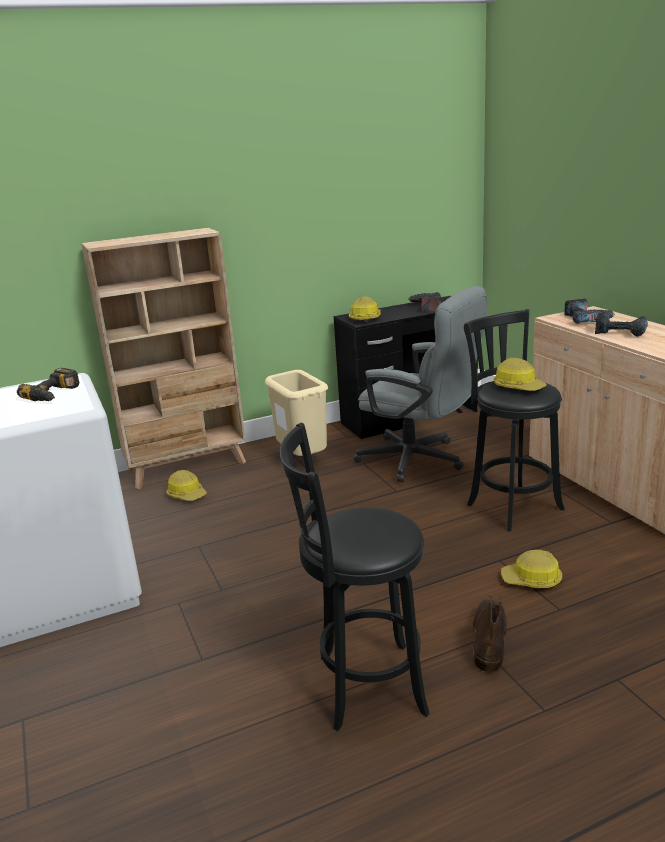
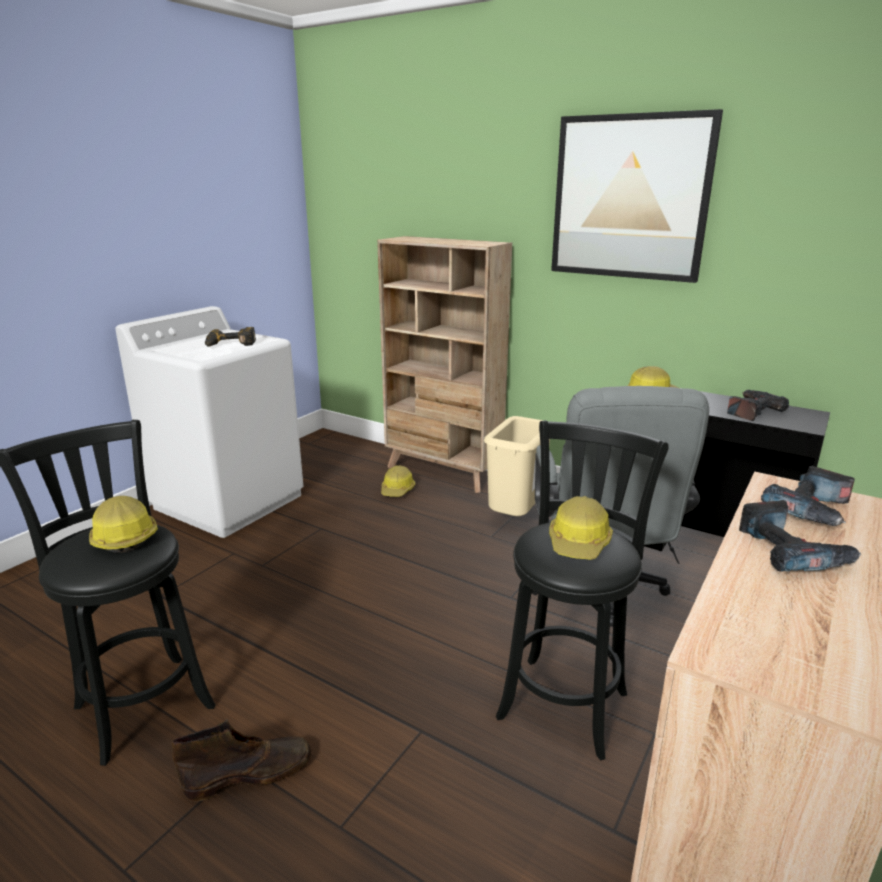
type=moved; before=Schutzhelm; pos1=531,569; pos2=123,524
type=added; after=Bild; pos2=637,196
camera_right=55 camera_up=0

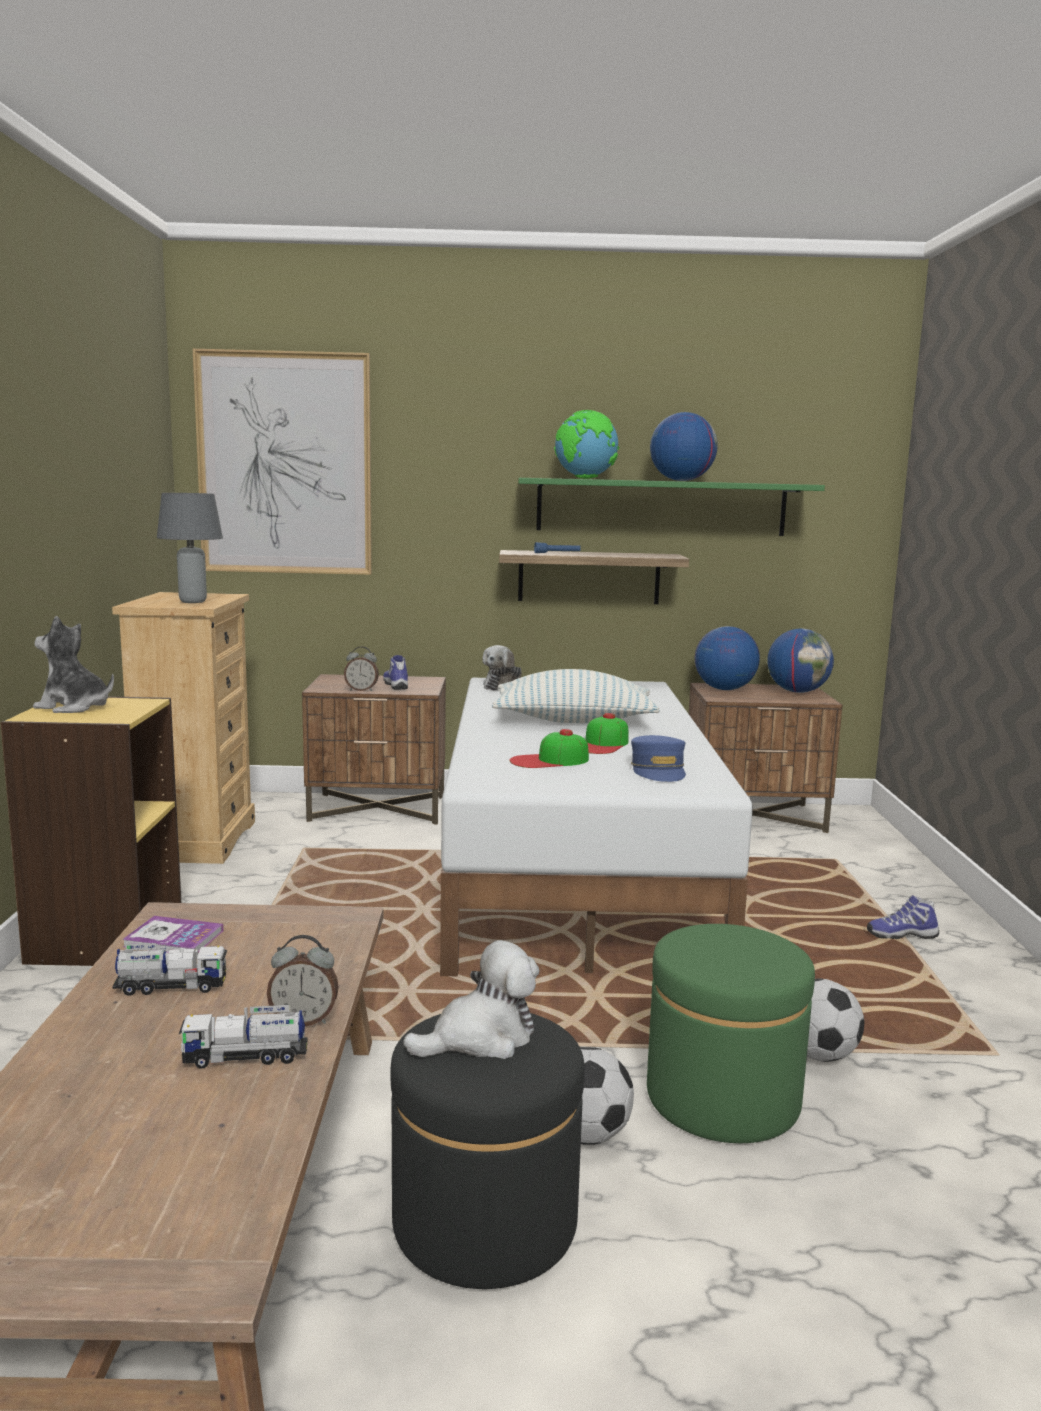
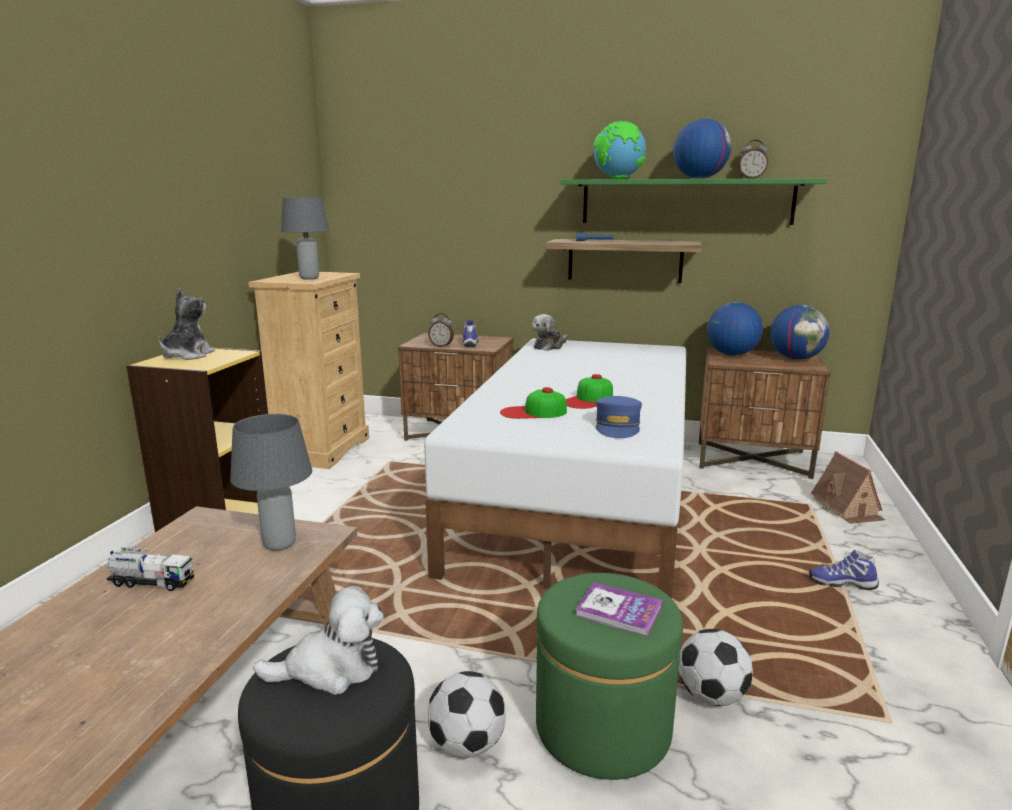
type=turned; before=Plüschtier; pos1=73,664; pos2=186,324; turn=75
type=moved; before=Buch; pos1=172,934; pos2=619,609
type=removed; before=Spielzeuglaster; pos1=243,1037
type=removed; before=Bild; pos1=282,462
type=moved; before=Wecker; pos1=303,980; pos2=753,159
type=removed; before=Kissen; pos1=576,696
type=added; after=Tischlampe/grau; pos2=271,482
type=added; after=Spielzeughaus; pos2=848,487
camera_right=15 camera_up=5

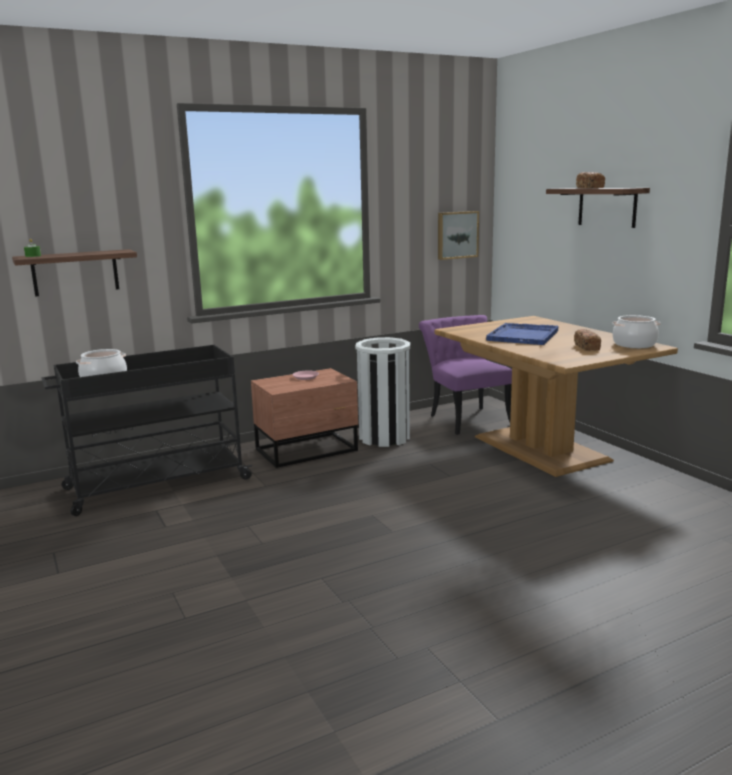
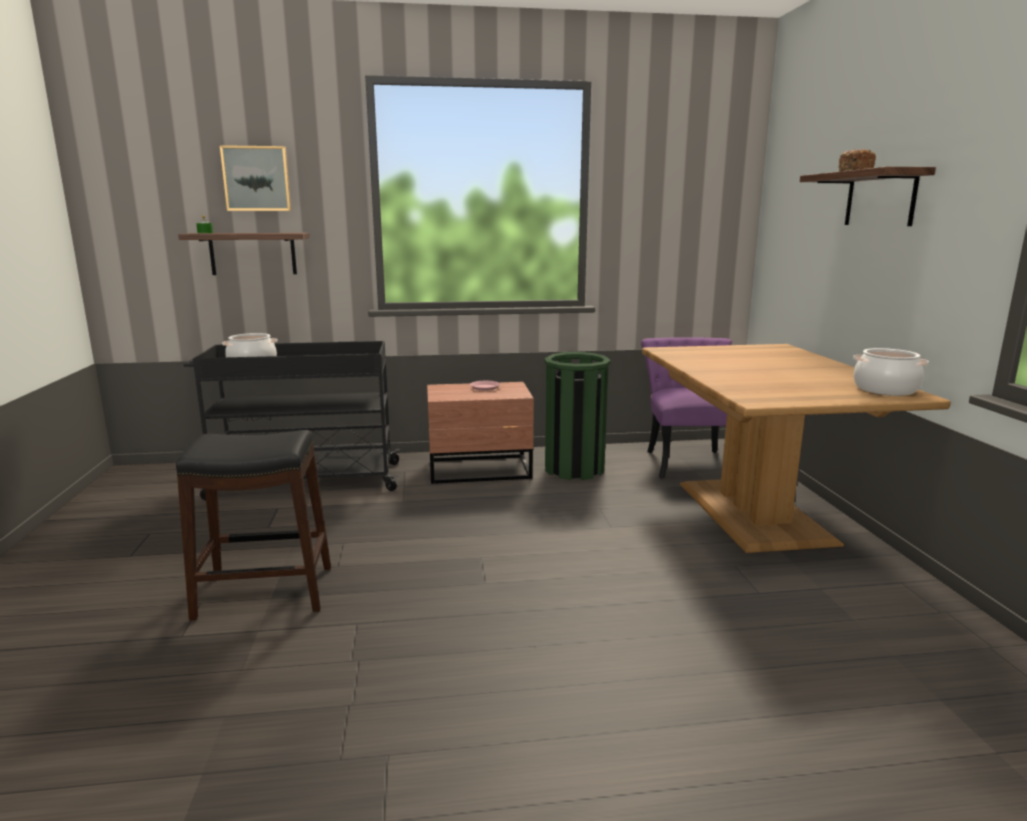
type=recoloured; before=Mülleimer/weiß; after=Mülleimer/grün; pos1=382,392; pos2=577,416
type=moved; before=Bild; pos1=458,235; pos2=256,178
type=removed; before=Tablett/blau; pos1=522,334
type=removed; before=Brot; pos1=587,340
type=added; after=Hocker/schwarz; pos2=253,525
camera_right=20 camera_up=0

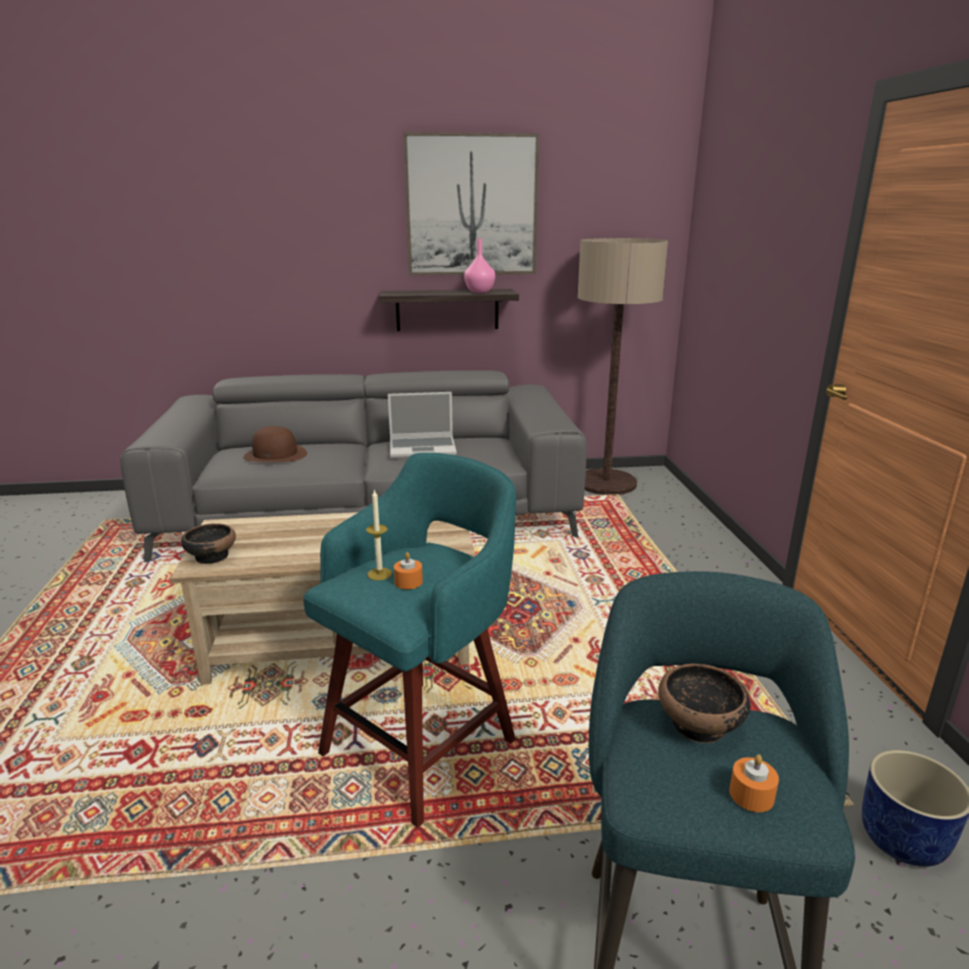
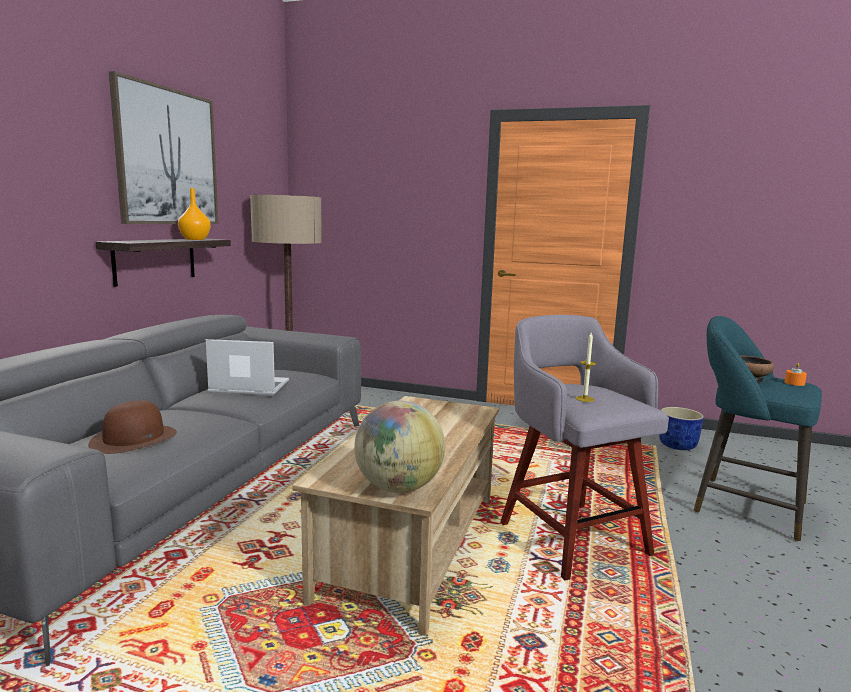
type=replaced; before=Schüssel; after=Globus; pos1=208,543; pos2=399,447
type=recoloured; before=Hocker/türkis; after=Hocker/grau; pos1=409,640; pos2=584,448
type=turned; before=Laptop; pos1=422,425; pos2=247,367; turn=-105
type=removed; before=Kerze/orange; pos1=408,571
type=recoloured; before=Vase/rosa; after=Vase/orange; pos1=479,265; pos2=194,214
camera_right=-65 camera_up=-10

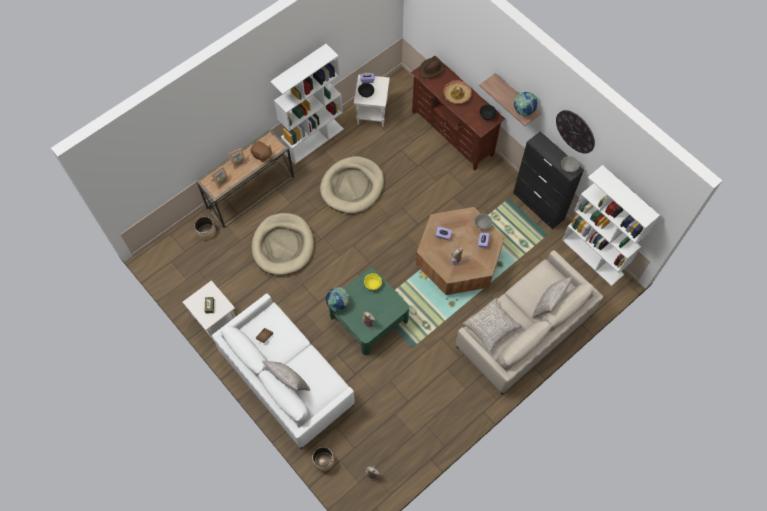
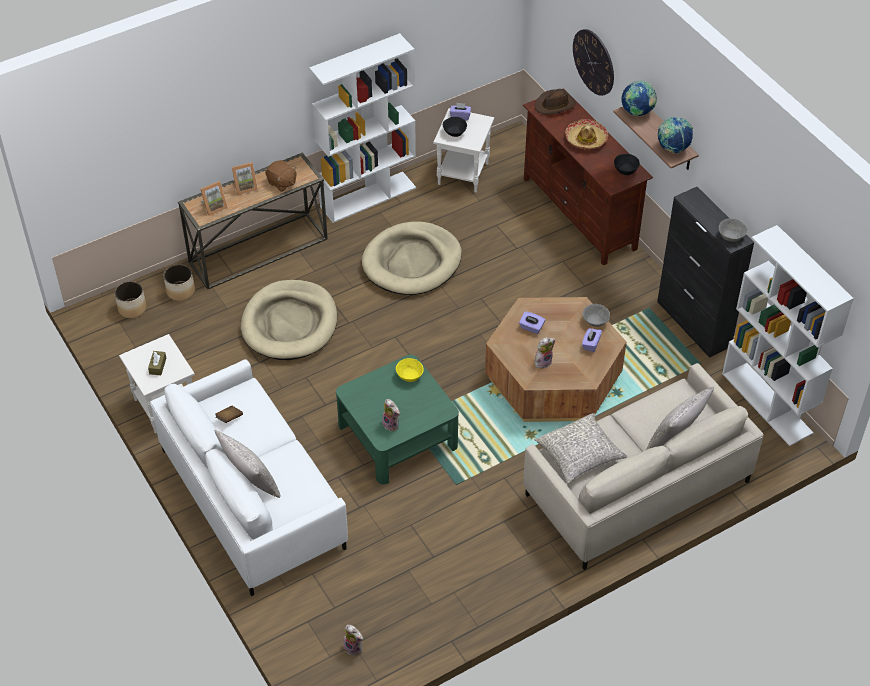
type=moved; before=Pflanzkübel; pos1=323,459; pos2=130,299
type=moved; before=Globus; pos1=337,299; pos2=639,98
type=moved; before=Wanduhr; pos1=575,131; pos2=593,62
camera_right=10 camera_up=-15

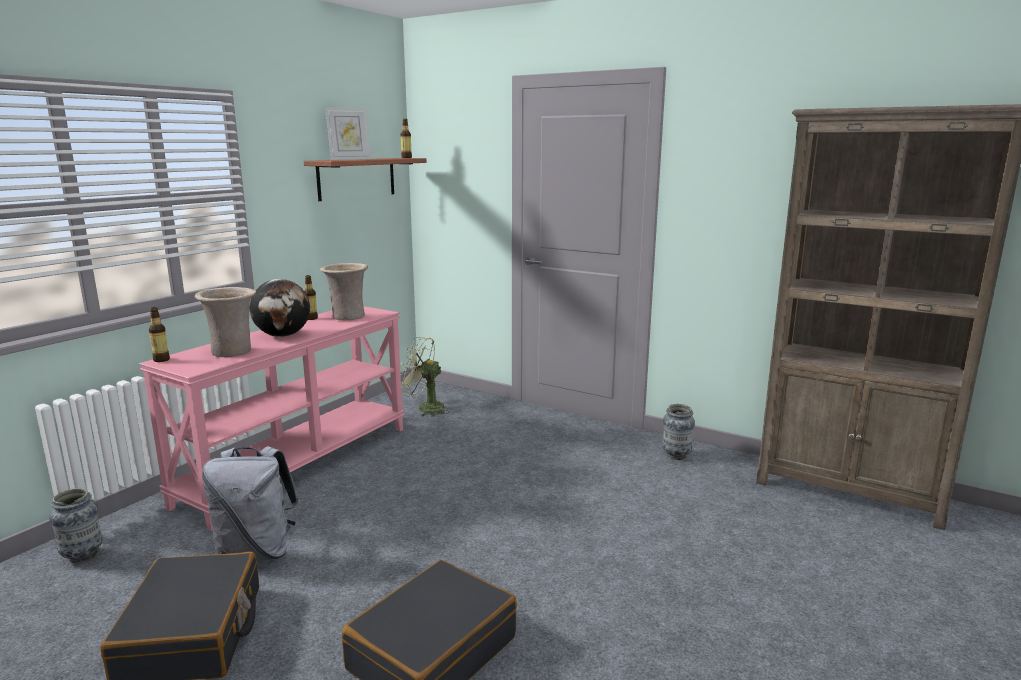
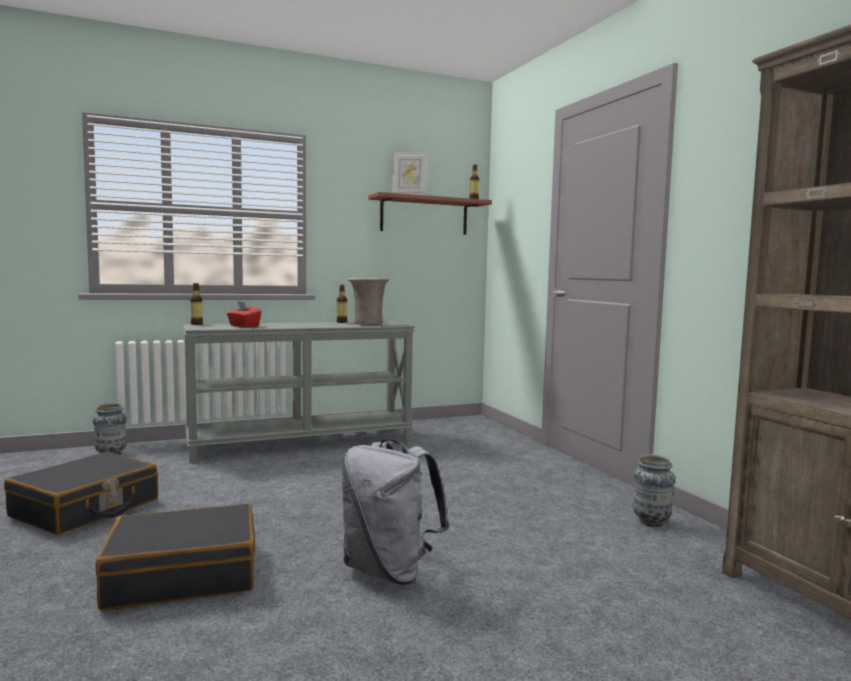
type=recoloured; before=Konsolentisch/rosa; after=Konsolentisch/grau; pos1=272,418; pos2=299,392
type=replaced; before=Vase/beige; after=Taschentuchbox/rot; pos1=225,322; pos2=244,314
type=moved; before=Rucksack/grau; pos1=250,503; pos2=395,512
type=removed; before=Globus; pos1=280,308
type=removed; before=Ventilator/grün; pos1=425,377
camera_right=35 camera_up=-10

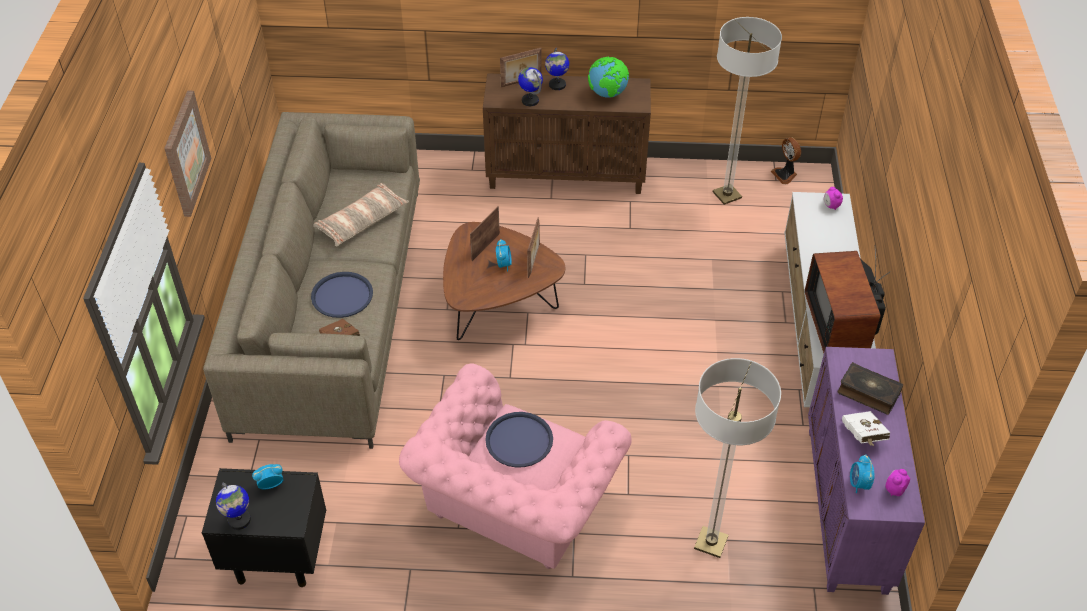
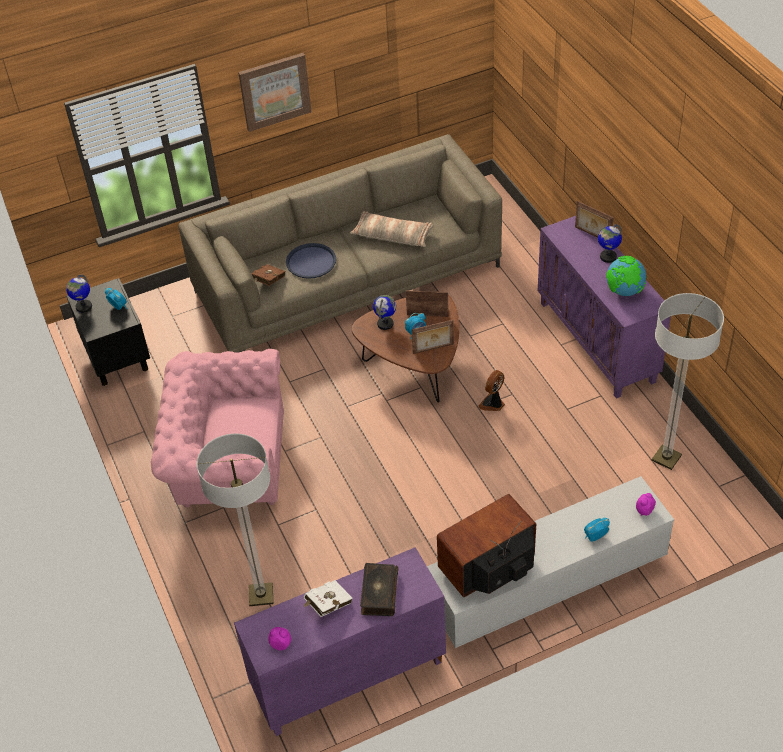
type=recoloured; before=Schrank/braun; after=Schrank/lila; pos1=567,133; pos2=604,307
type=removed; before=Tablett/blau; pos1=519,439
type=moved; before=Globus; pos1=530,86; pos2=384,312
type=moved; before=Ventilator; pos1=786,160; pos2=491,390
type=moved; before=Wecker; pos1=862,473; pos2=597,529
camera_right=65 camera_up=0

